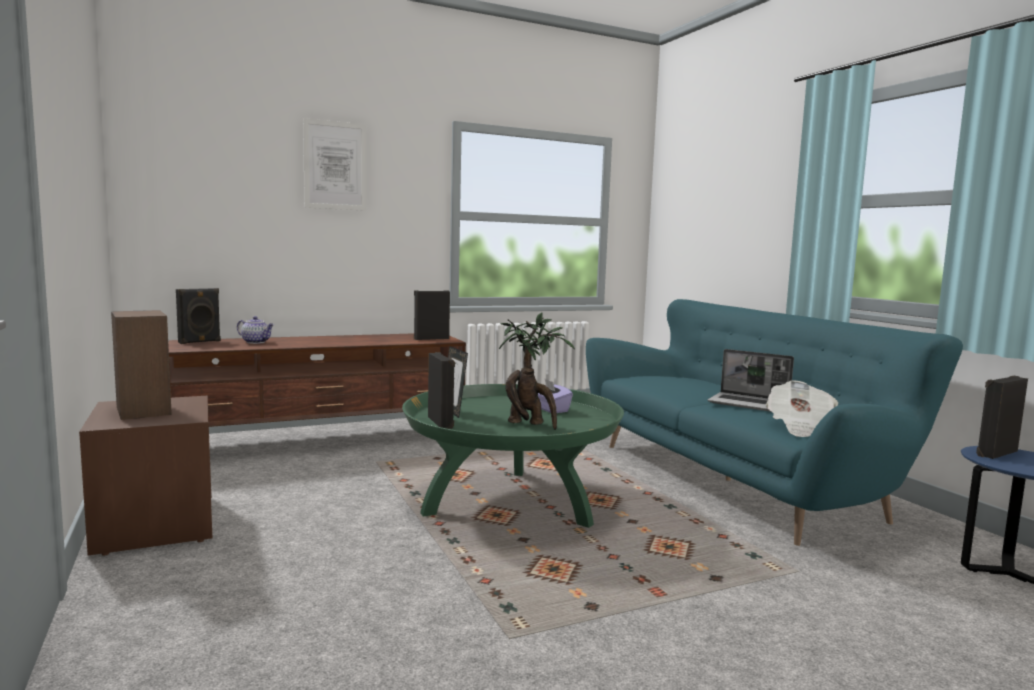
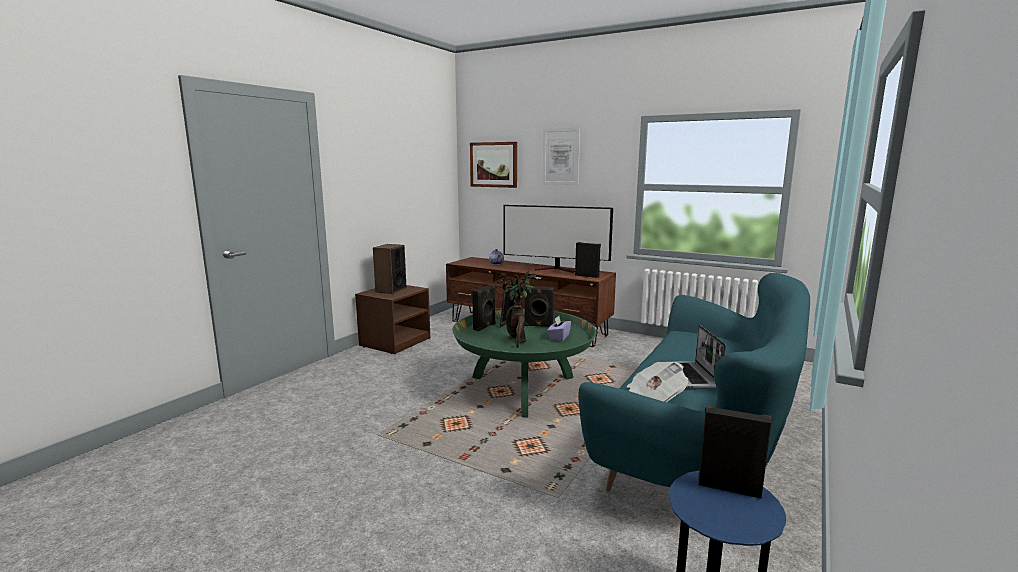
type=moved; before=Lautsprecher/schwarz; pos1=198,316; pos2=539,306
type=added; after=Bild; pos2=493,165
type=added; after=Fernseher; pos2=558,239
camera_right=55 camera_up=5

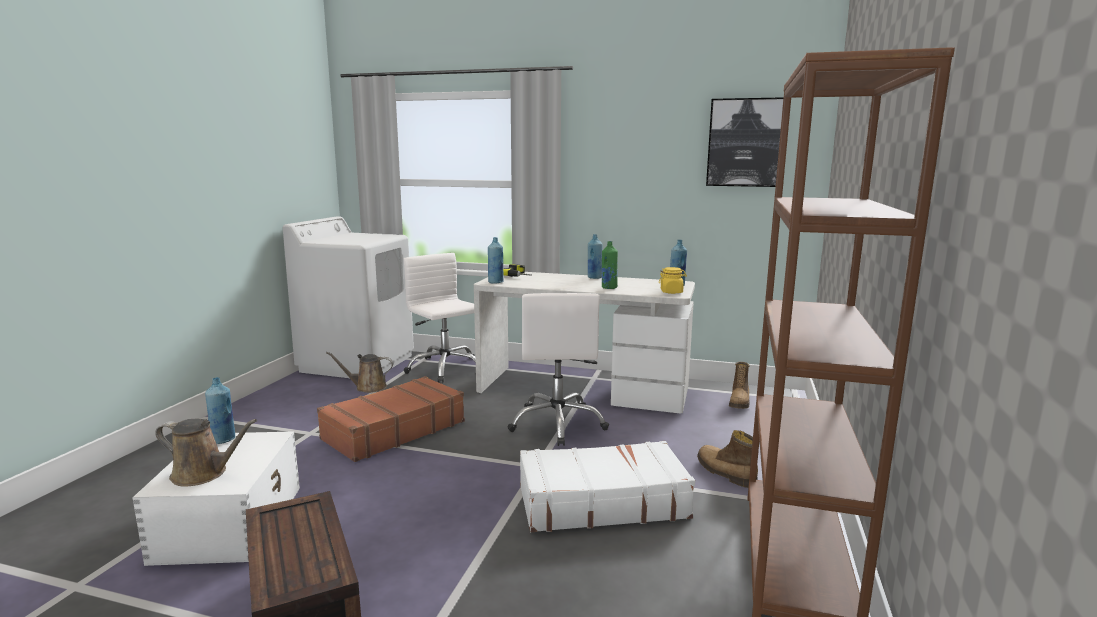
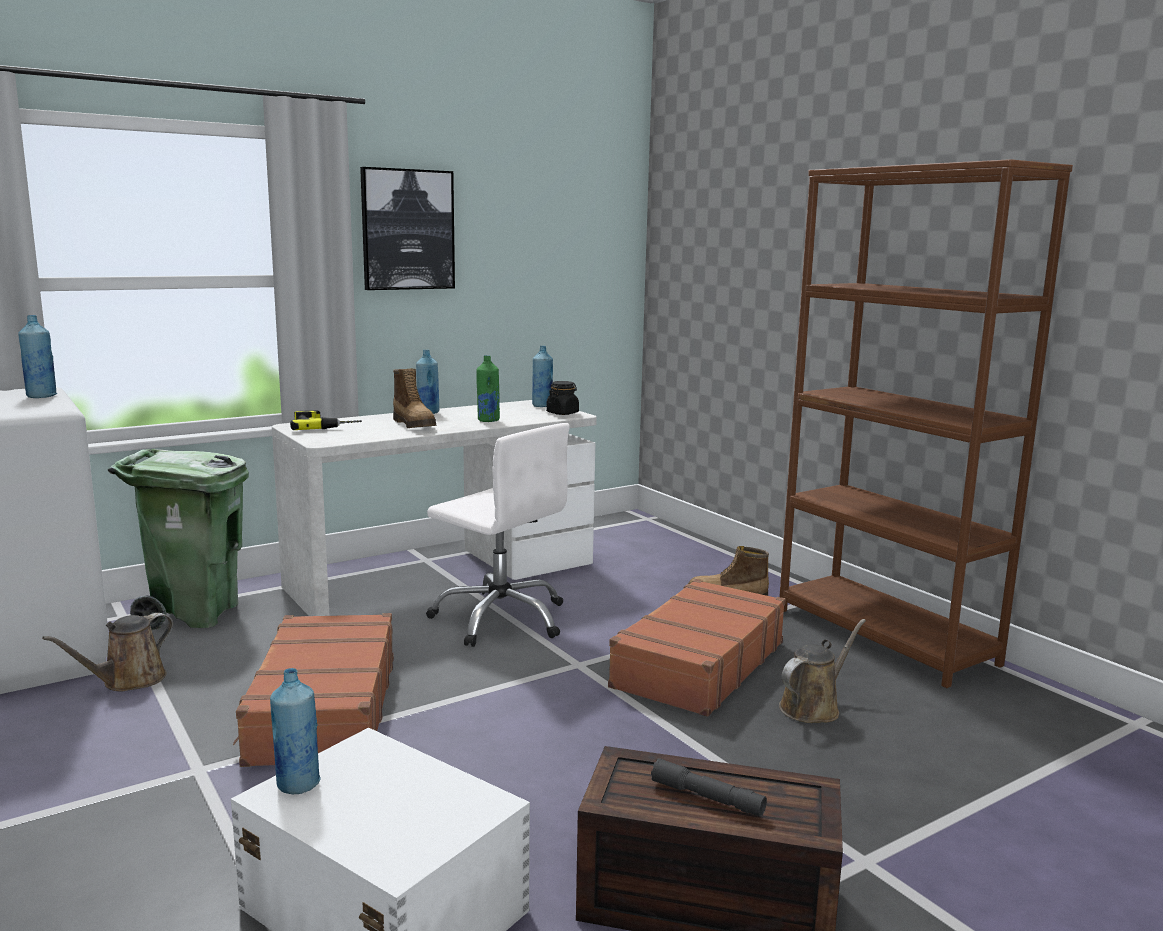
type=moved; before=Gießkanne/braun; pos1=206,453; pos2=822,671
type=replaced; before=Bürostuhl/weiß; after=Mülleimer/grün; pos1=439,318; pos2=178,539
type=moved; before=Flasche/blau; pos1=496,260; pos2=37,356
type=recoloured; before=Koffer/weiß; after=Koffer/braun; pos1=607,486; pos2=697,648
type=recoloured; before=Vorratsglas/gelb; after=Vorratsglas/schwarz; pos1=673,280; pos2=562,398
type=moved; before=Bild; pos1=745,142; pos2=407,228
type=moved; before=Stiefel; pos1=739,385; pos2=414,398
type=added; after=Taschenlampe/grau; pos2=709,787
camera_right=-50 camera_up=0

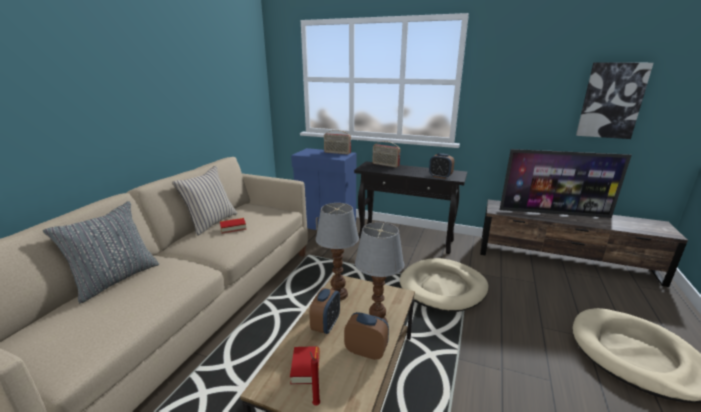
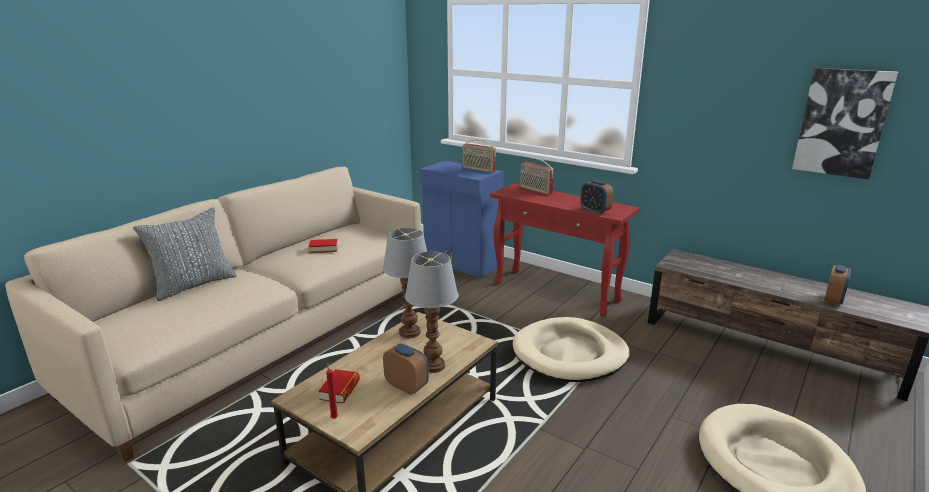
type=removed; before=Kissen/beige; pos1=205,201
type=moved; before=Wecker; pos1=324,311; pos2=837,285
type=recoloured; before=Konsolentisch/schwarz; after=Konsolentisch/rot; pos1=410,207; pos2=565,250
type=removed; before=Fernseher; pos1=566,183
camera_right=15 camera_up=0

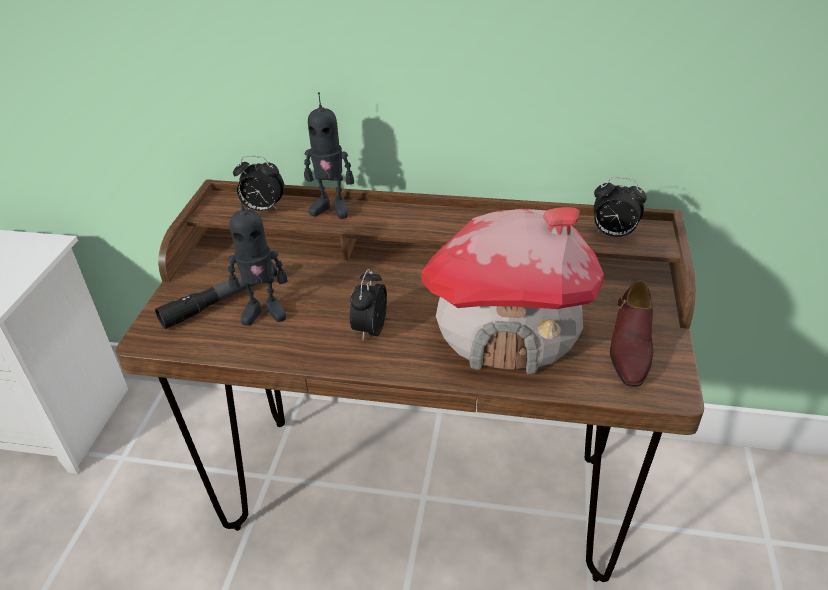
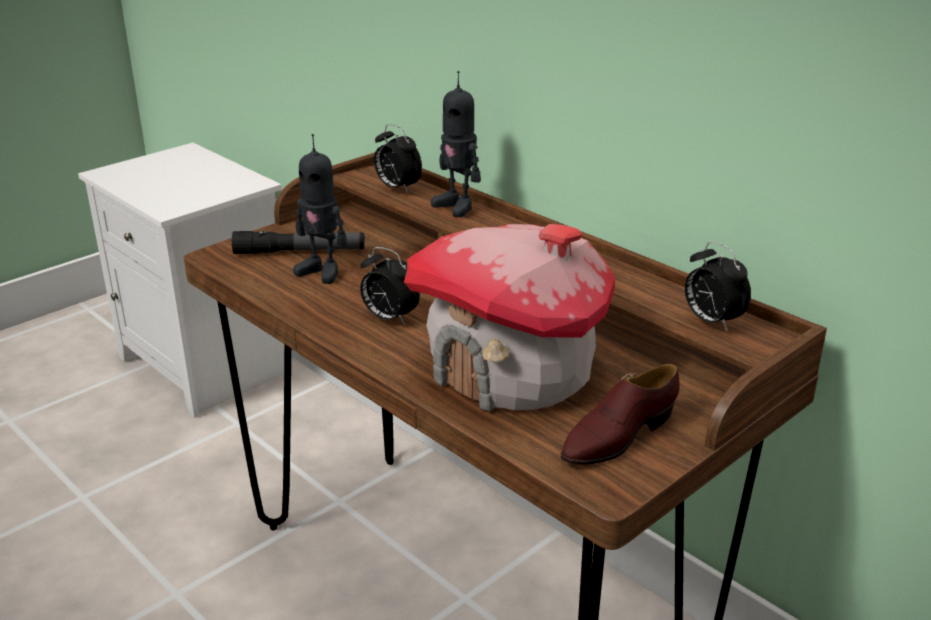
type=turned; before=Wecker; pos1=368,305; pos2=390,286; turn=-105
camera_right=35 camera_up=-10

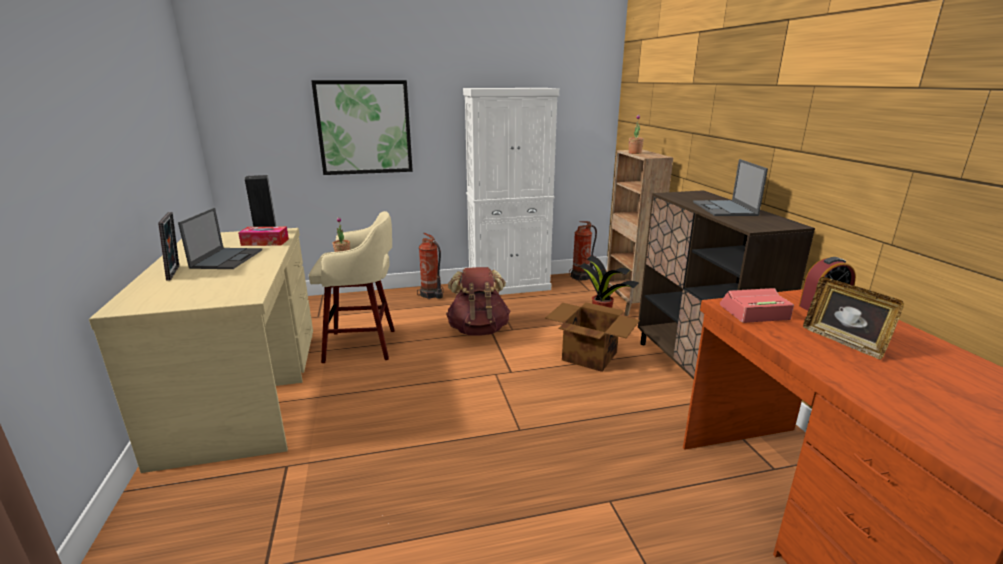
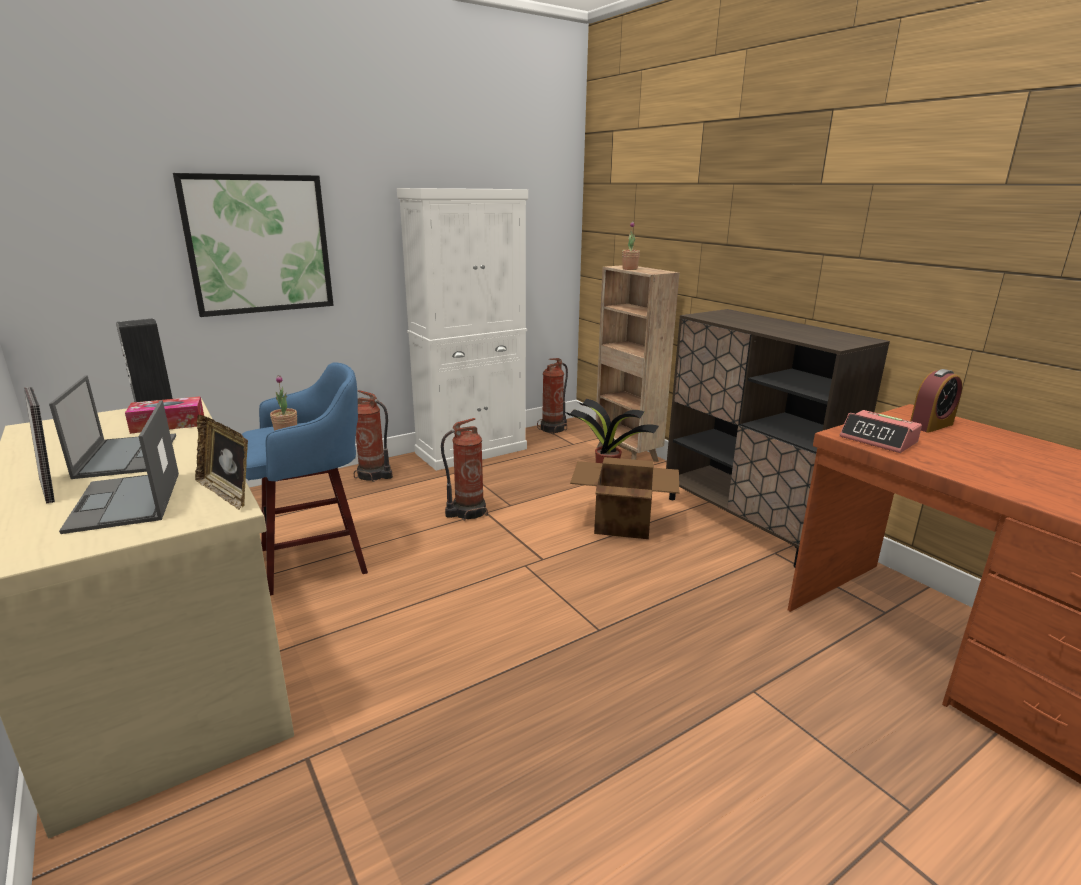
type=recoloured; before=Hocker/beige; after=Hocker/blau; pos1=352,287; pos2=305,479
type=replaced; before=Rucksack/braun; after=Feuerlöscher; pos1=478,301; pos2=464,469
type=moved; before=Laptop; pos1=730,187; pos2=119,467
type=turned; before=Wecker; pos1=757,305; pos2=881,431; turn=-105
type=moved; before=Bilderrahmen; pos1=853,318; pos2=221,462
camera_right=-20 camera_up=0

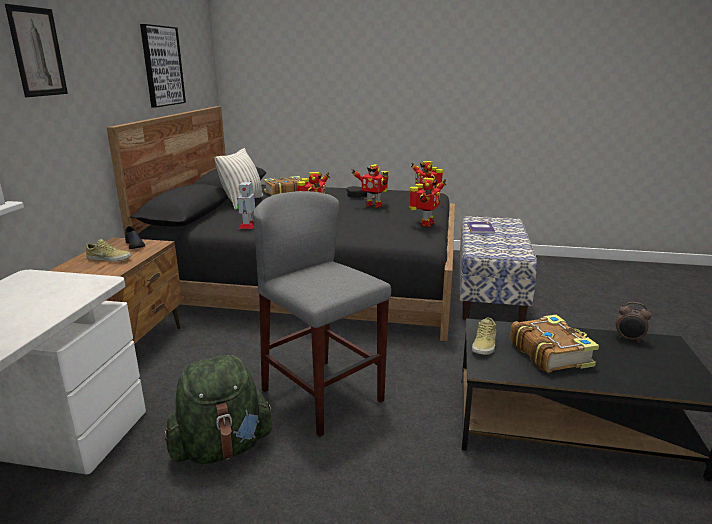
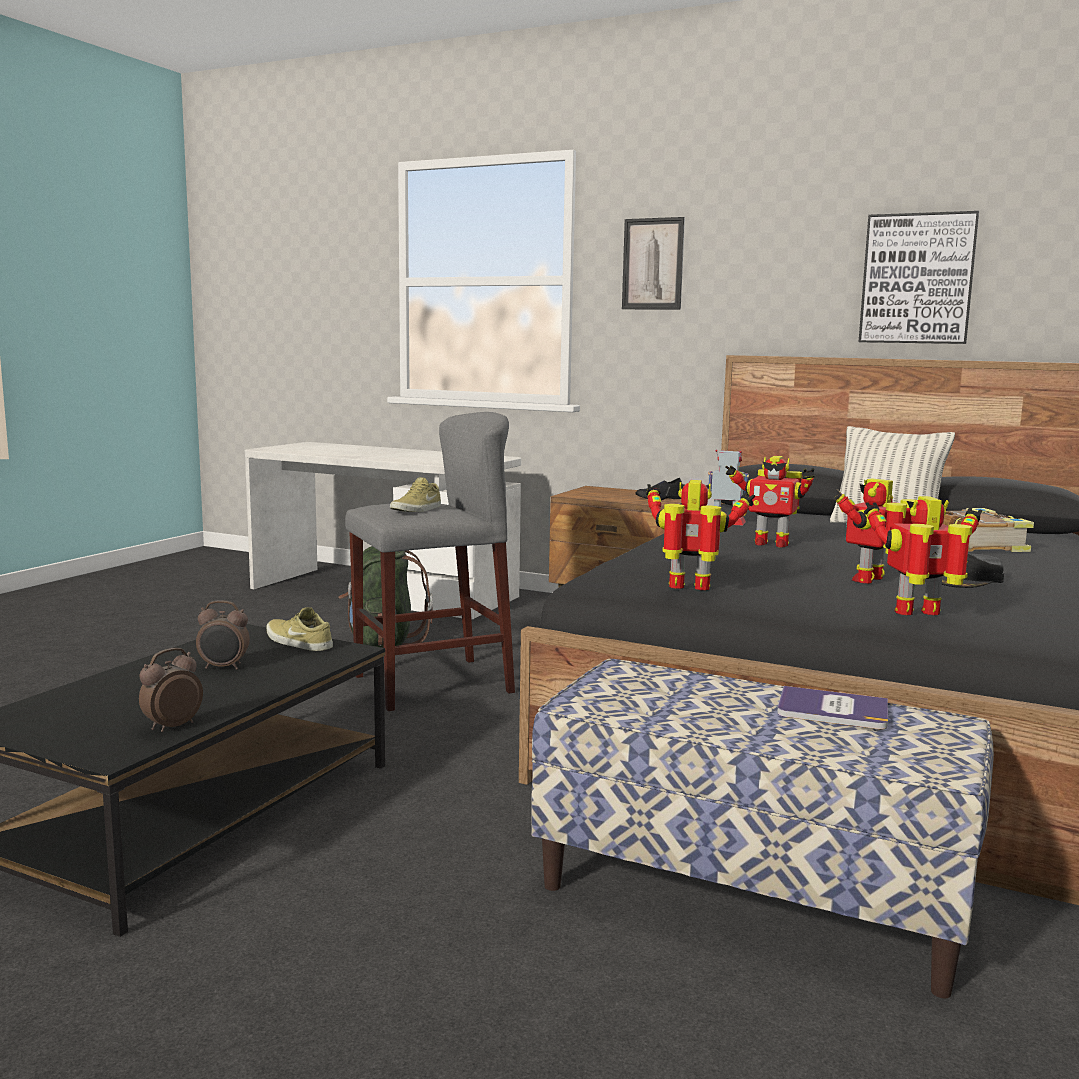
type=moved; before=Schuh/beige; pos1=108,250; pos2=415,494
type=turned; before=Spielzeugroboter; pos1=427,202; pos2=700,535; turn=150
type=replaced; before=Buch; after=Wecker; pos1=554,344; pos2=223,635
camera_right=105 camera_up=-10

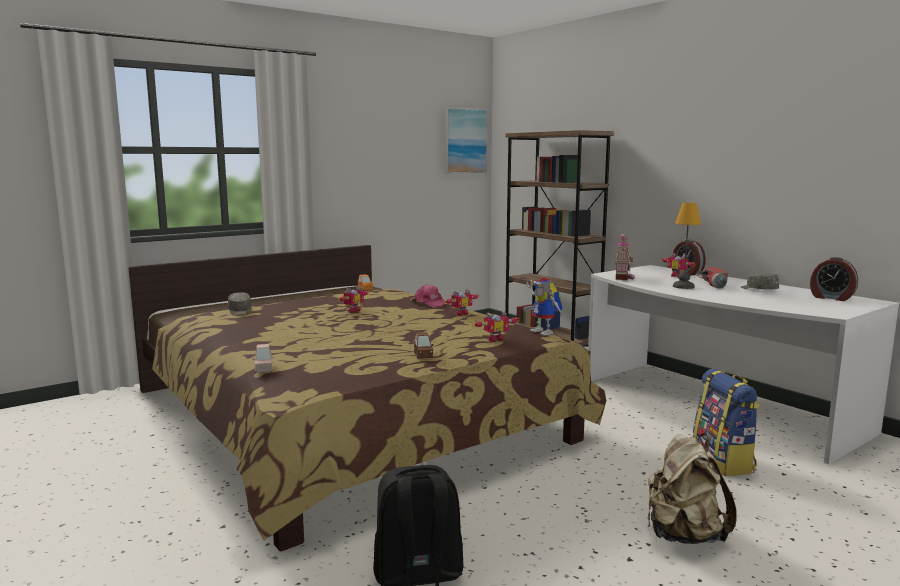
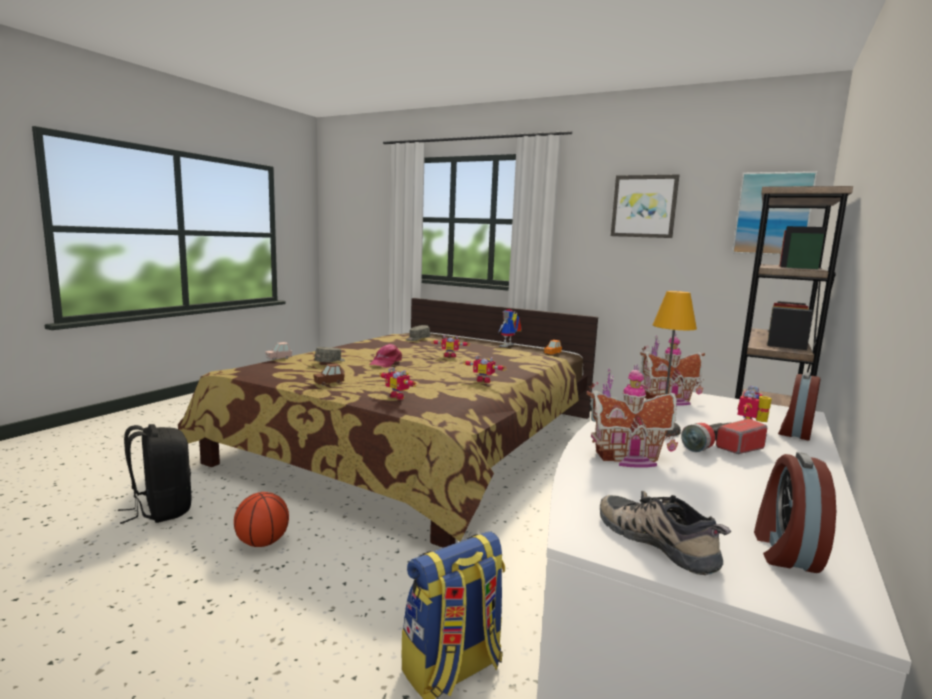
type=moved; before=Kappe/rosa; pos1=429,295; pos2=385,356
type=moved; before=Spielzeugroboter; pos1=544,307; pos2=510,328
type=removed; before=Rucksack/beige; pos1=692,488
type=moved; before=Kappe/grau; pos1=760,282; pos2=330,354
type=added; after=Basketball; pos2=261,519
type=added; after=Spielzeughaus; pos2=633,416
type=added; after=Schuh; pos2=665,533
type=added; after=Bild; pos2=645,206
camera_right=65 camera_up=0

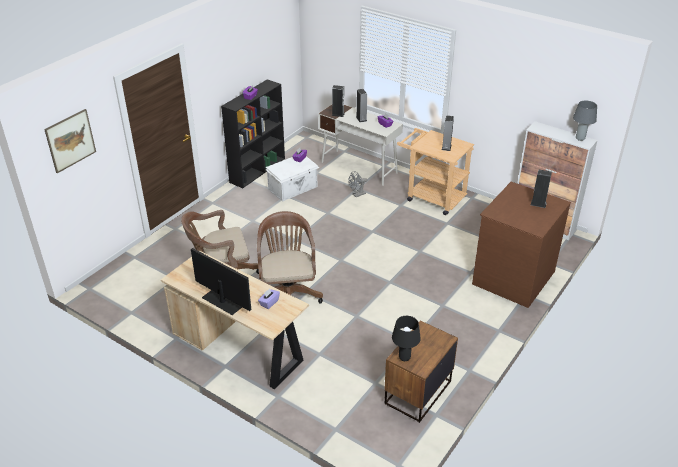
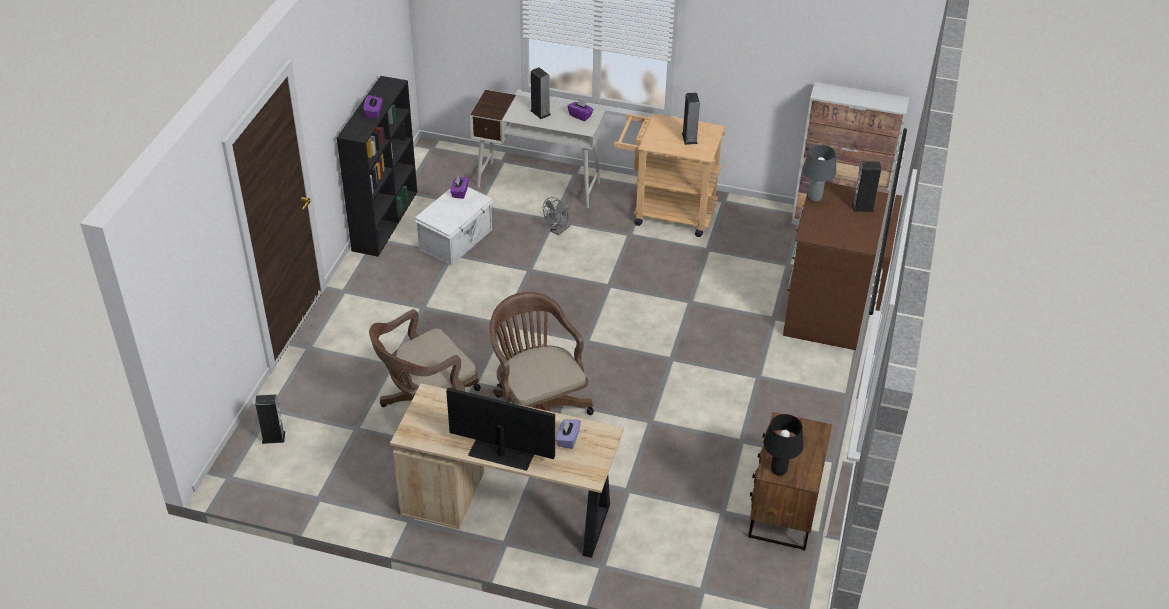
type=removed; before=Bild; pos1=70,141
type=moved; before=Lautsprecher; pos1=338,101; pos2=270,419
type=moved; before=Tischlampe/grau; pos1=585,121; pos2=819,173
camera_right=-20 camera_up=5

